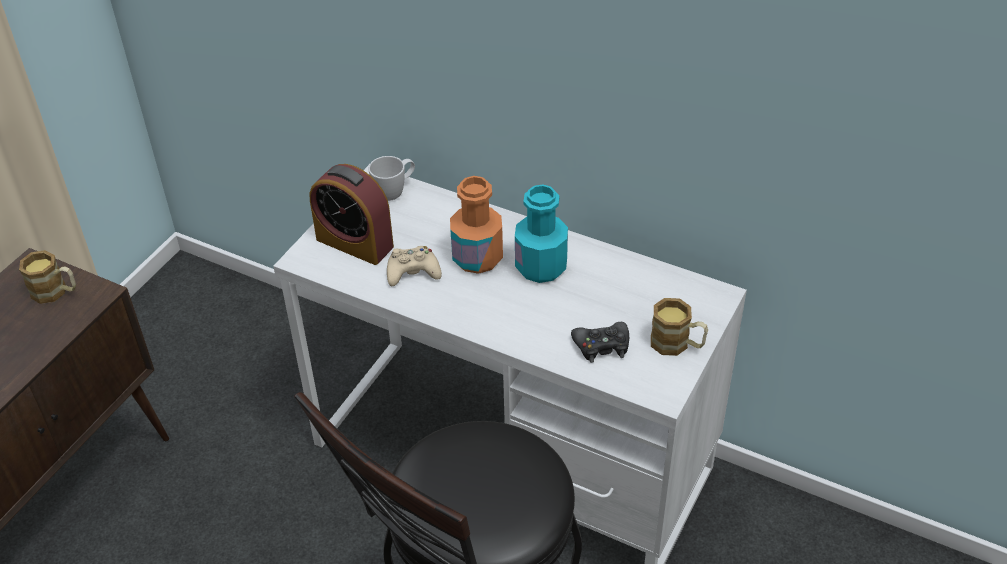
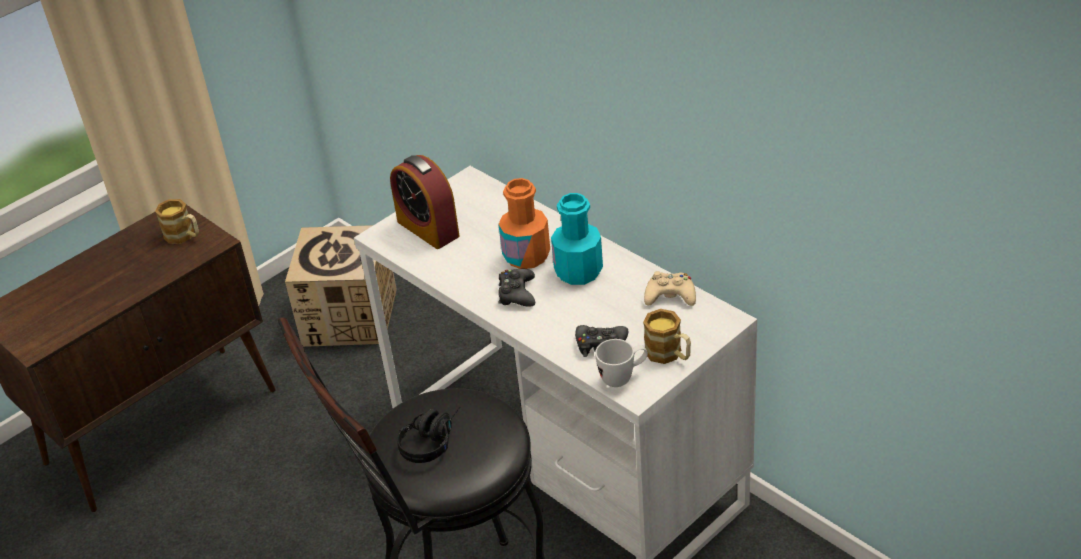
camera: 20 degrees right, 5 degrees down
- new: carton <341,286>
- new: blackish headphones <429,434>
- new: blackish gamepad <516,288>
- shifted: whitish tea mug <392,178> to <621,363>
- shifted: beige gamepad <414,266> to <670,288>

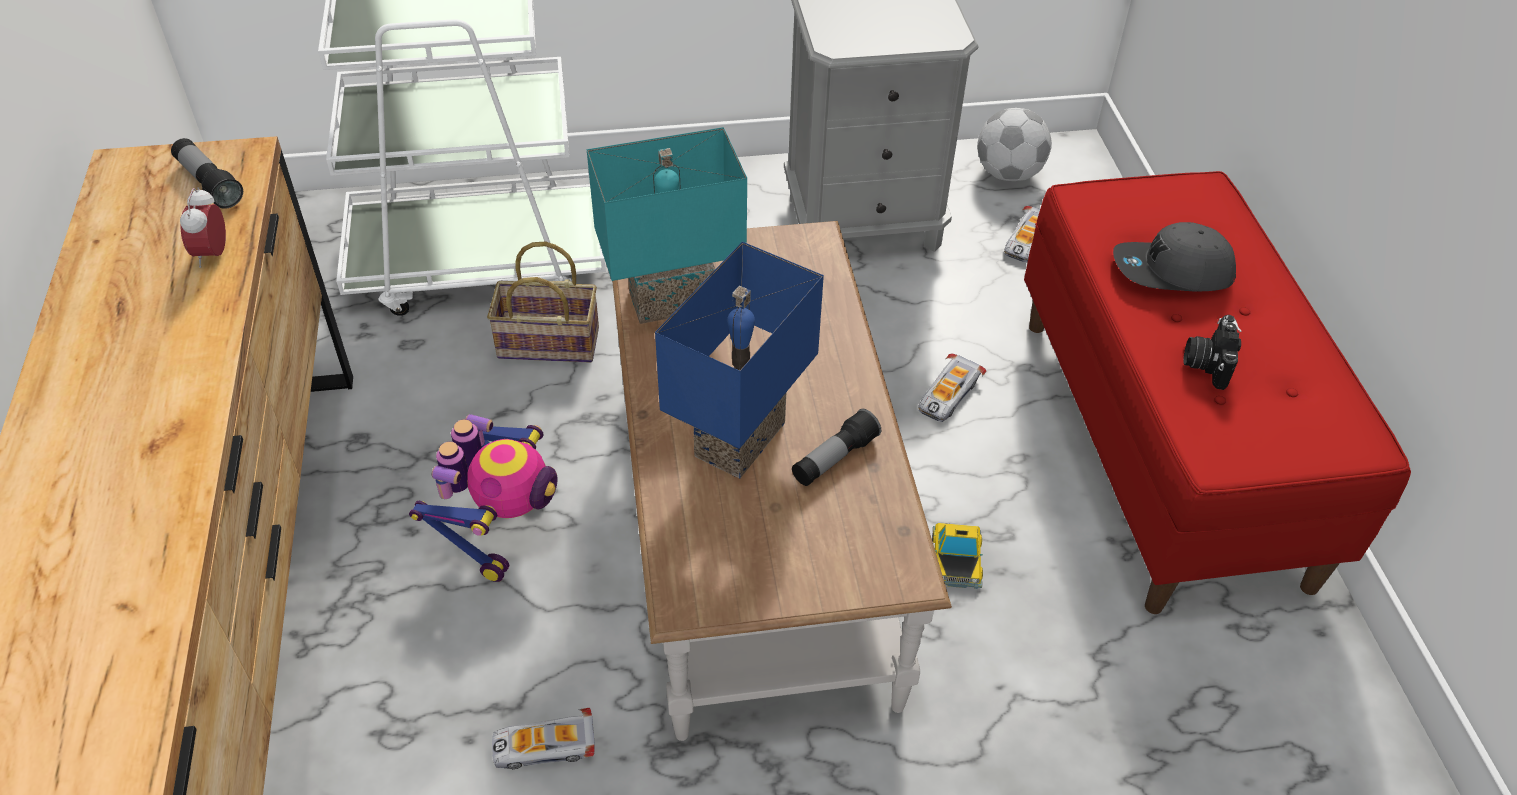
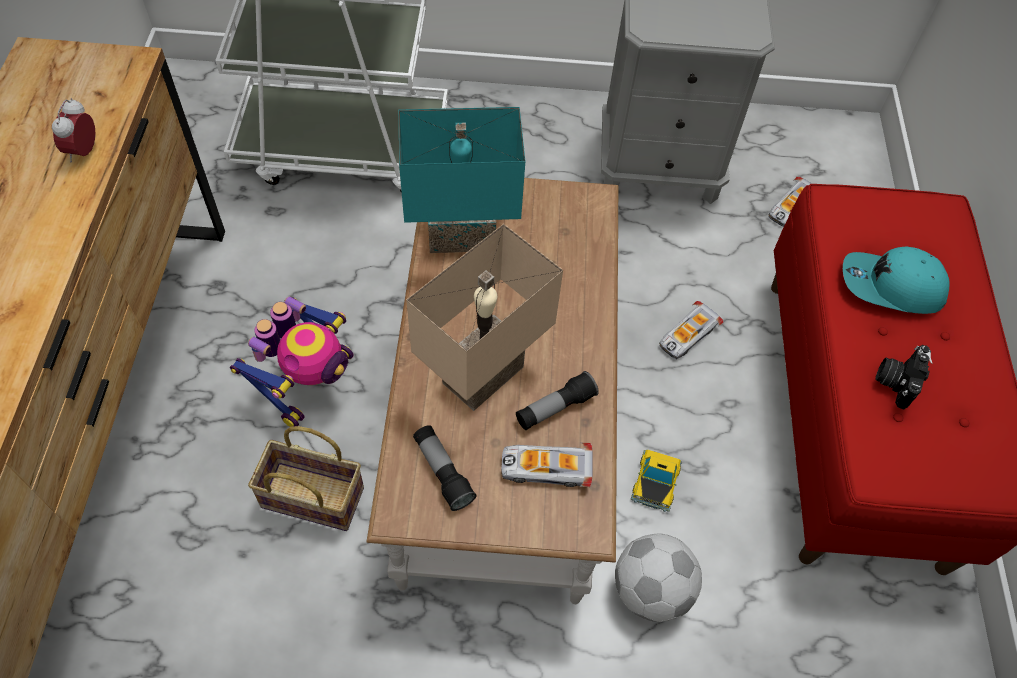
camera: 10 degrees right, 10 degrees up
- shifted: flashlight <207,173> to <445,468>
- shifted: household basket <543,302> to <306,478>
- shifted: toy car <543,738> to <546,465>
- shifted: football ball <1014,144> to <658,578>
- repainted: blue-coloured tabletop lamp <739,360> to beige tabletop lamp <484,317>
- repainted: gray peaked cap <1174,257> to turquoise peaked cap <896,280>

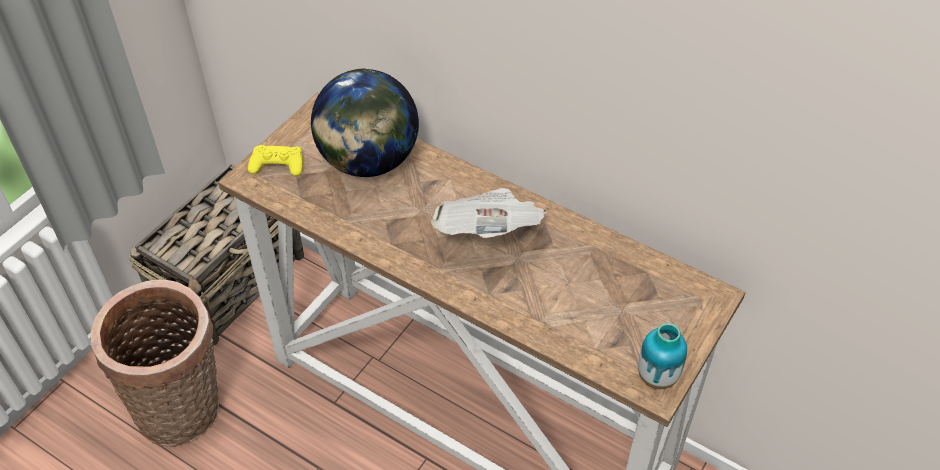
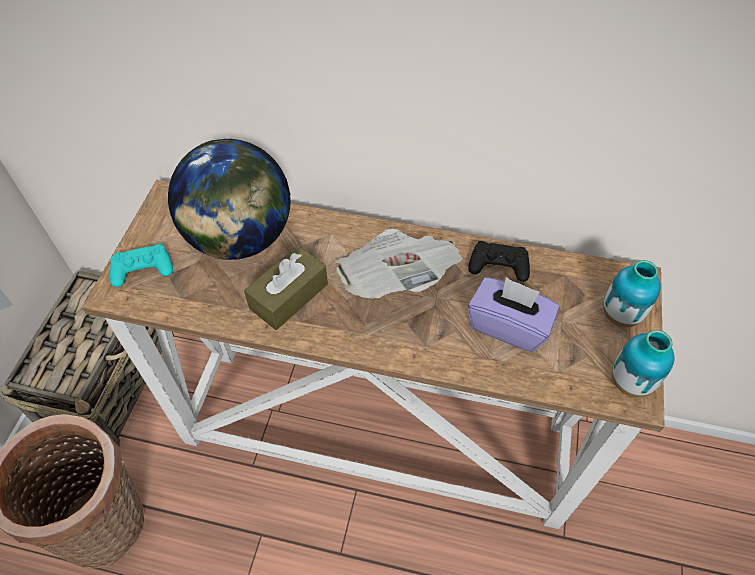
camera: 20 degrees left, 5 degrees up
- new: brownish box of tissues <286,288>
- new: blackish gamepad <499,261>
- new: purplish box of tissues <513,314>
- new: decorative vase <632,293>
- repainted: yellowish gamepad <275,160> to turquoise gamepad <141,265>

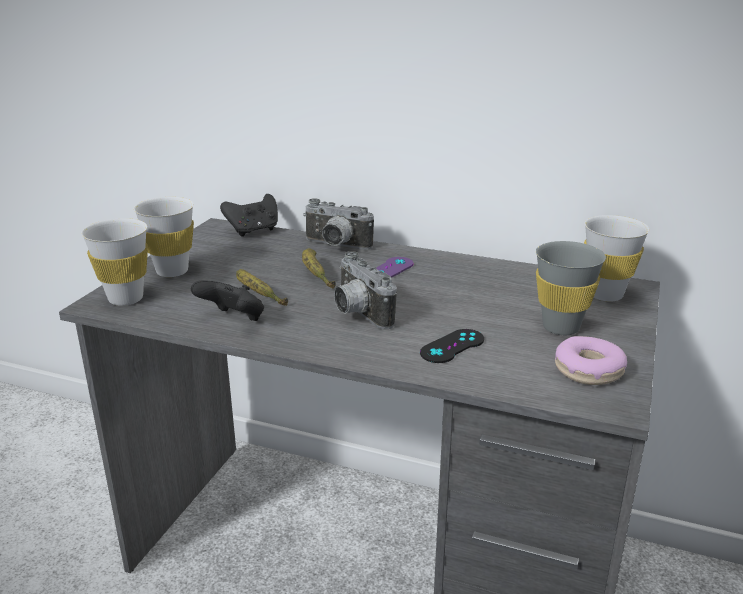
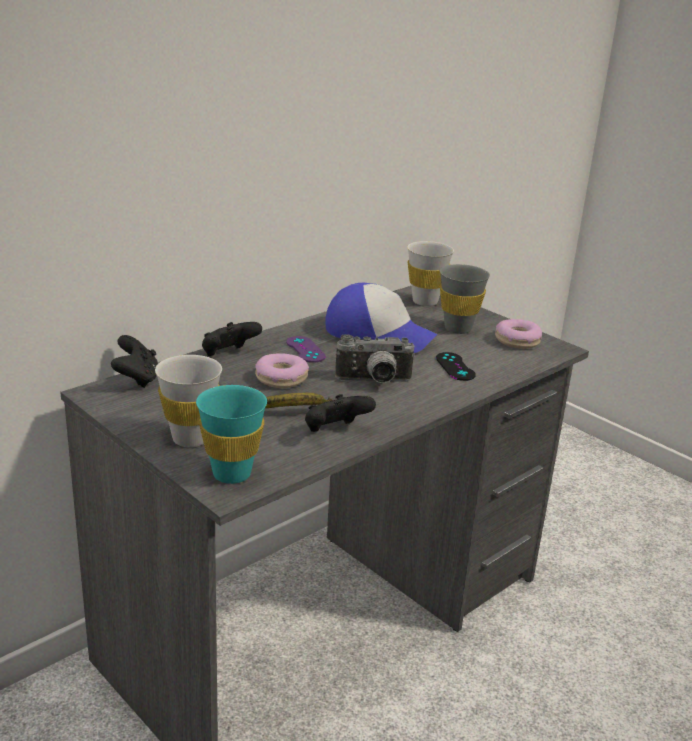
camera: 65 degrees left, 0 degrees up
- new: peaked cap <381,318>
- swapped: banana <319,268> to ring doughnut <282,370>
- swapped: photo camera <338,224> to blackish gamepad <232,339>
- repainted: whitish small cup <114,262> to turquoise small cup <231,434>

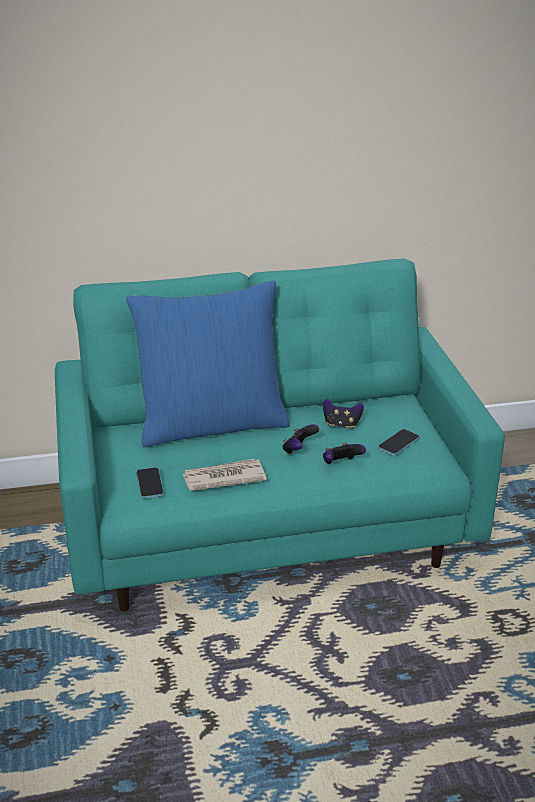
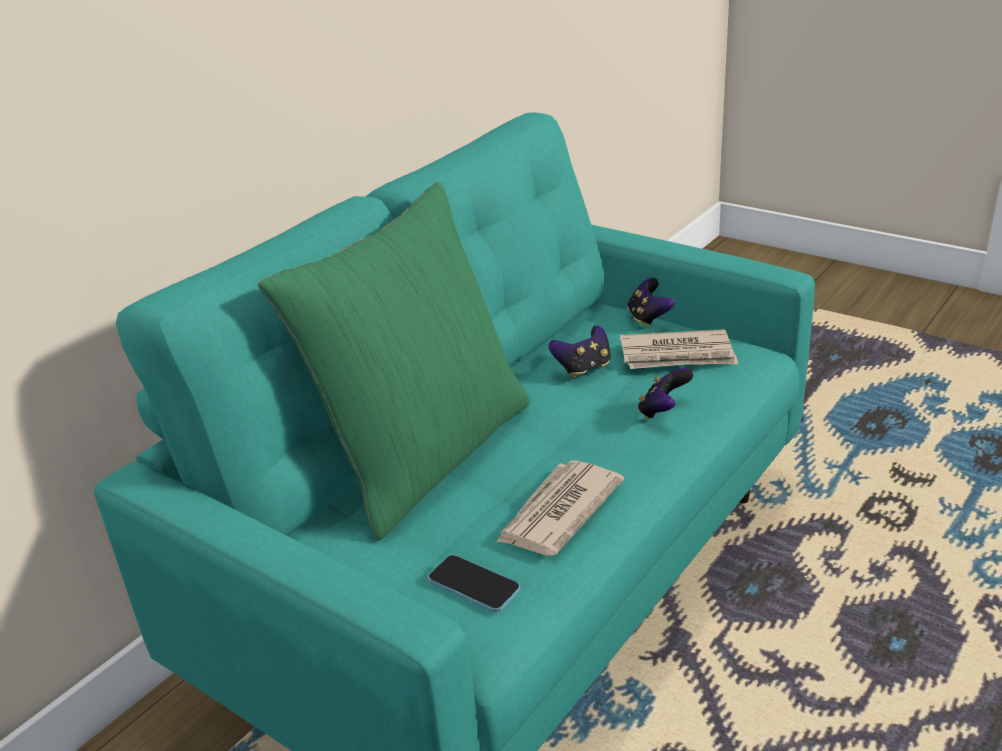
camera: 40 degrees left, 0 degrees up
- shifted: gamepad <300,439> to <650,302>
- swapped: telephone <398,442> to daily paper <679,349>
- repainted: blue-coloured throw pillow <208,363> to greenish throw pillow <394,361>

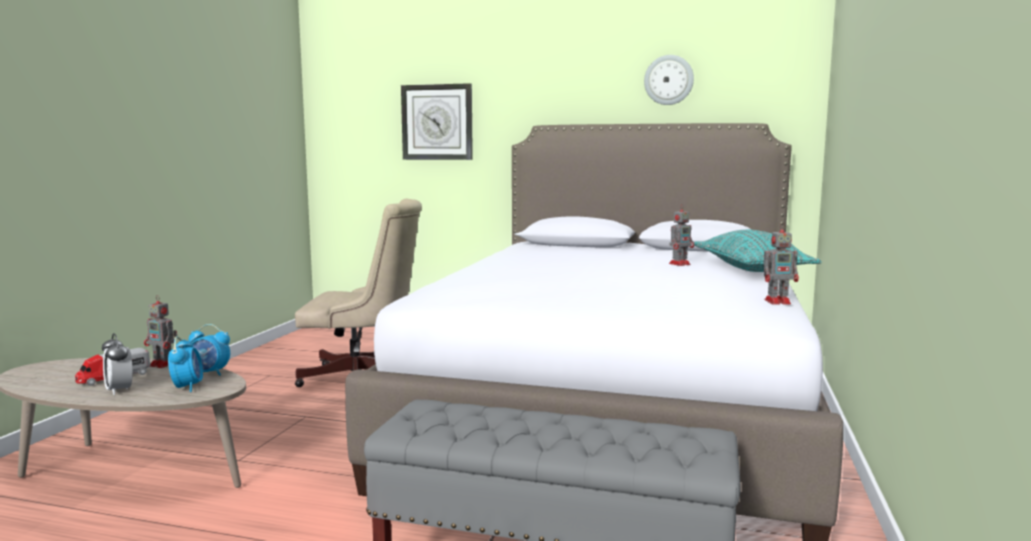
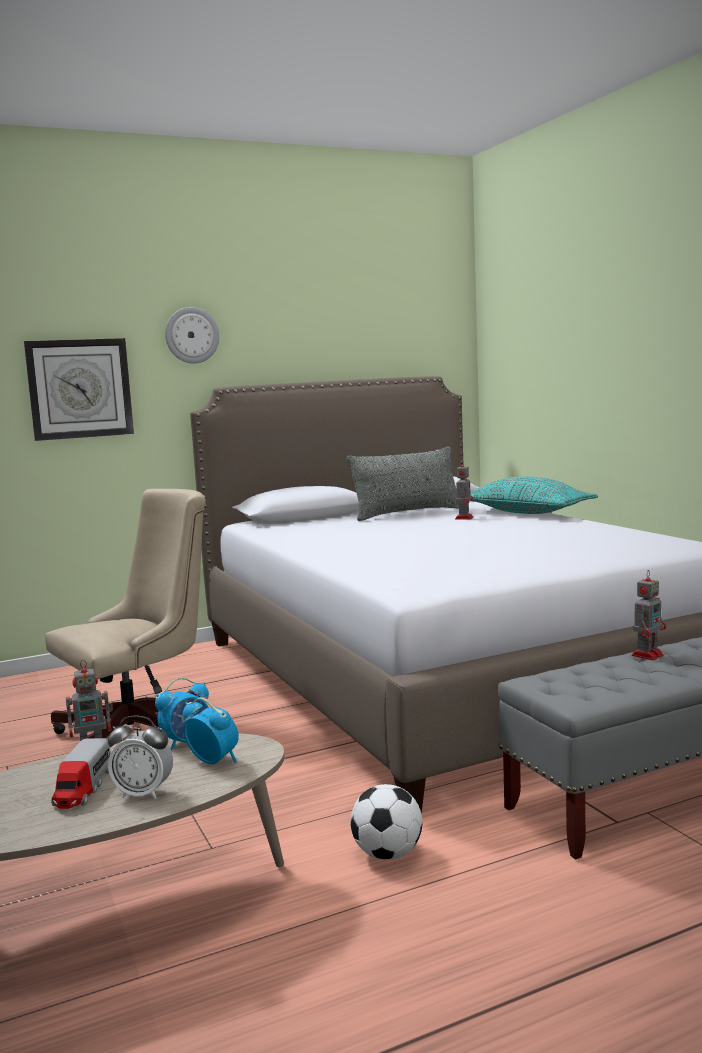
camera: 40 degrees left, 0 degrees up
- new: gray throw pillow <403,484>
- new: football ball <386,822>
- shifted: clock on the wall <669,80> to <192,335>
- shifted: robot figure <781,263> to <649,615>

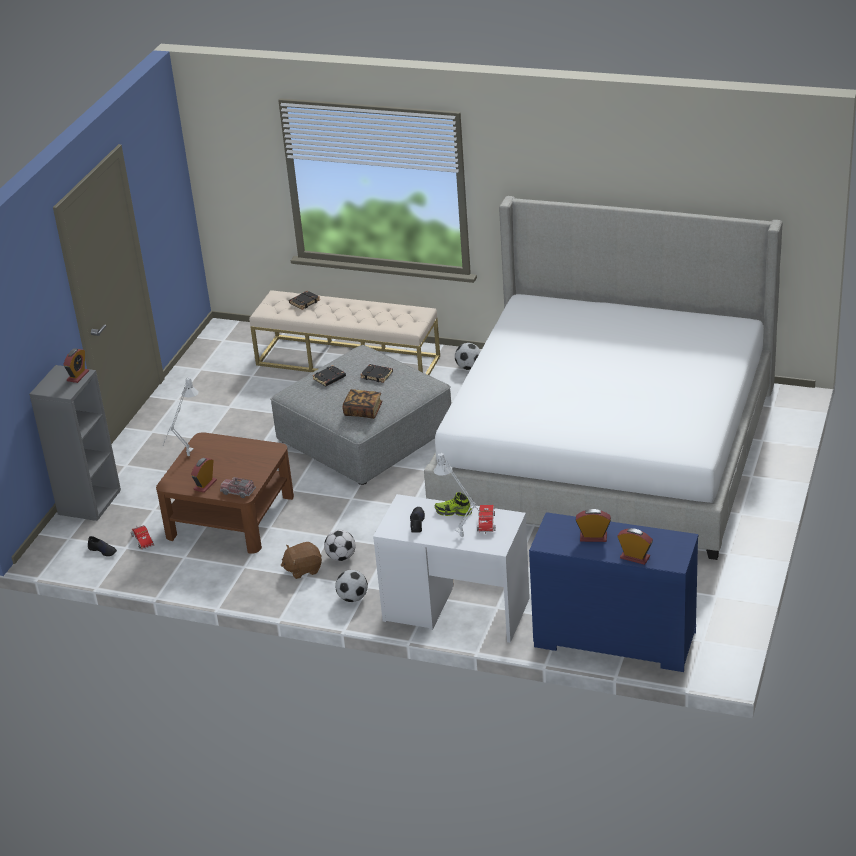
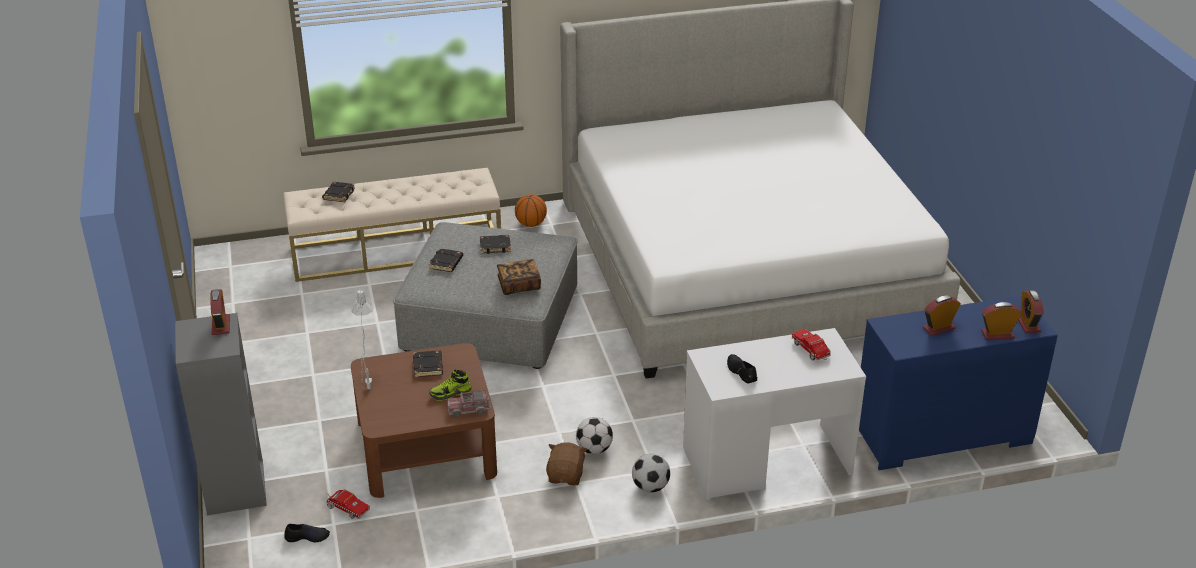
camera: 35 degrees left, 0 degrees up
- gone: gray tabletop lamp <460,495>
- new: blackish book <428,363>
- shifted: bedside clock <204,475> to <1031,311>
- shifted: low shoe <453,504> to <450,385>
- swapped: football ball <468,356> to basketball <531,210>
- rotated: brownish soft toy <301,560> = <566,464> 150 degrees clockwise

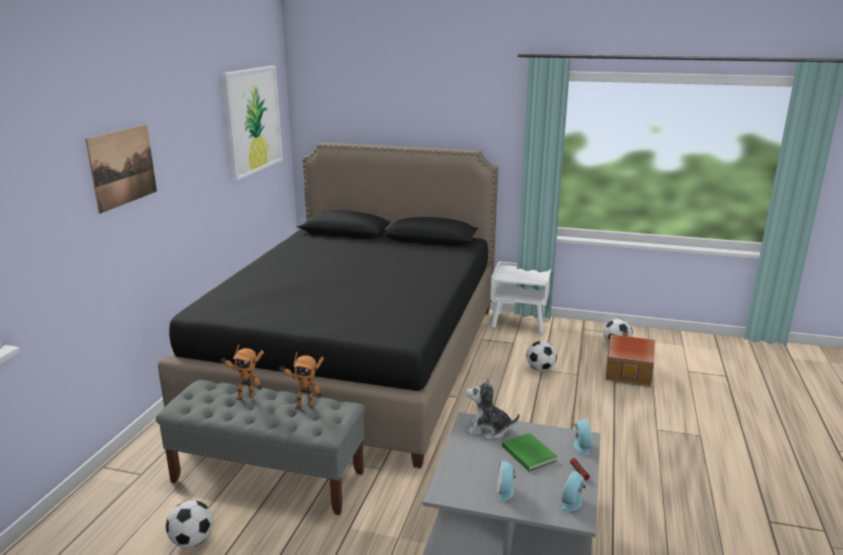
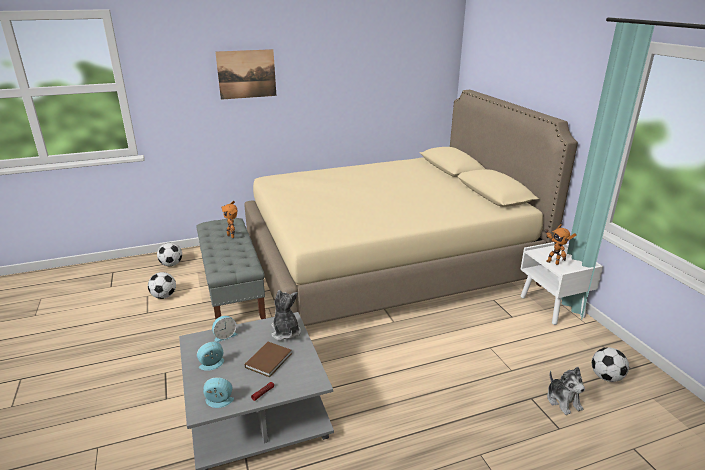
camera: 55 degrees right, 5 degrees up
- gone: wall art <252,123>
- shifted: robot figure <302,380> to <560,244>
- shifted: football ball <542,356> to <169,254>
- shifted: bedside clock <582,437> to <225,329>
- swapped: toy house <630,358> to soft toy <566,391>
- repainted: blackish bed <328,305> to beige bed <411,208>
- repainted: greenish book <529,452> to brownish book <268,359>

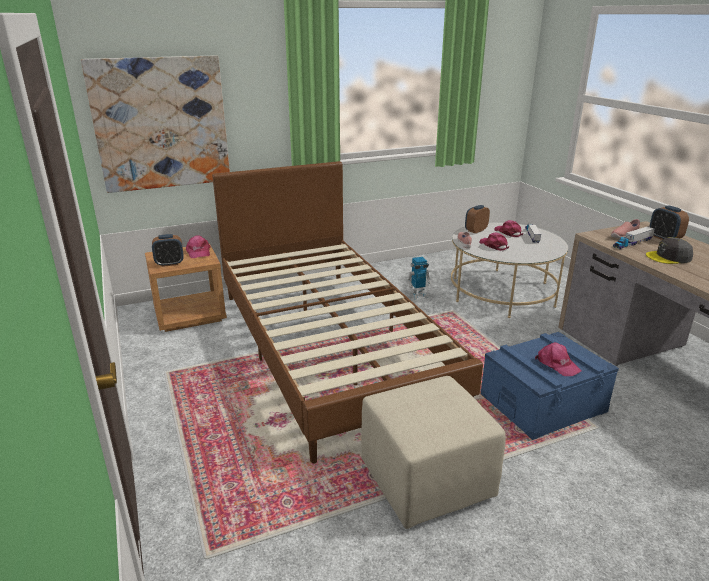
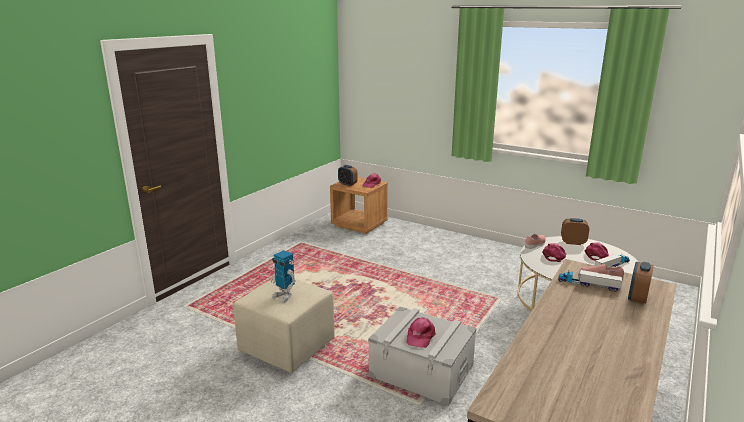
camera: 55 degrees right, 5 degrees down
- gone: wall art <155,124>
- gone: brownish bed <347,312>
- gone: gray peaked cap <669,250>
- shifted: robot figure <419,278> to <283,276>
- repainted: blue-coloured storage box <550,386> to gray storage box <422,356>

